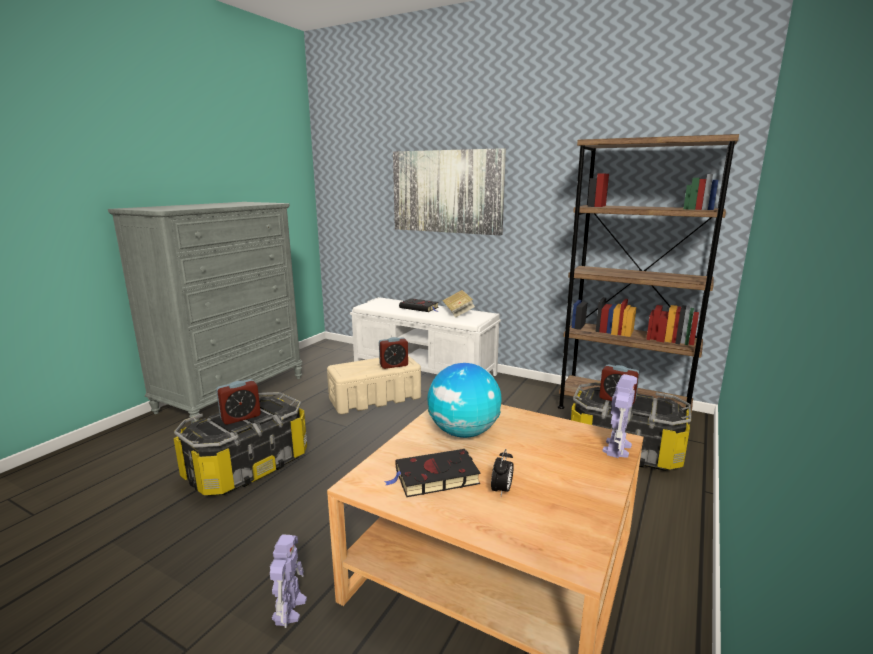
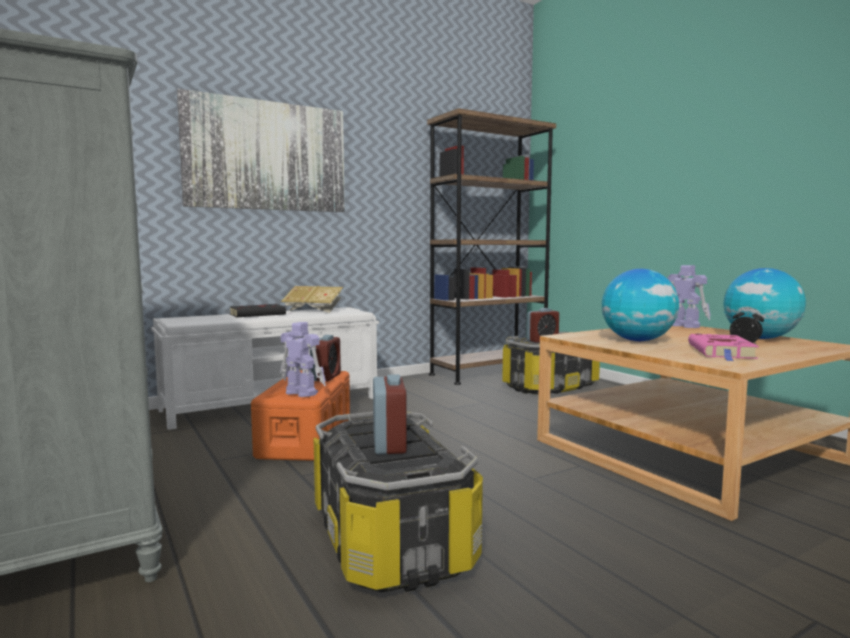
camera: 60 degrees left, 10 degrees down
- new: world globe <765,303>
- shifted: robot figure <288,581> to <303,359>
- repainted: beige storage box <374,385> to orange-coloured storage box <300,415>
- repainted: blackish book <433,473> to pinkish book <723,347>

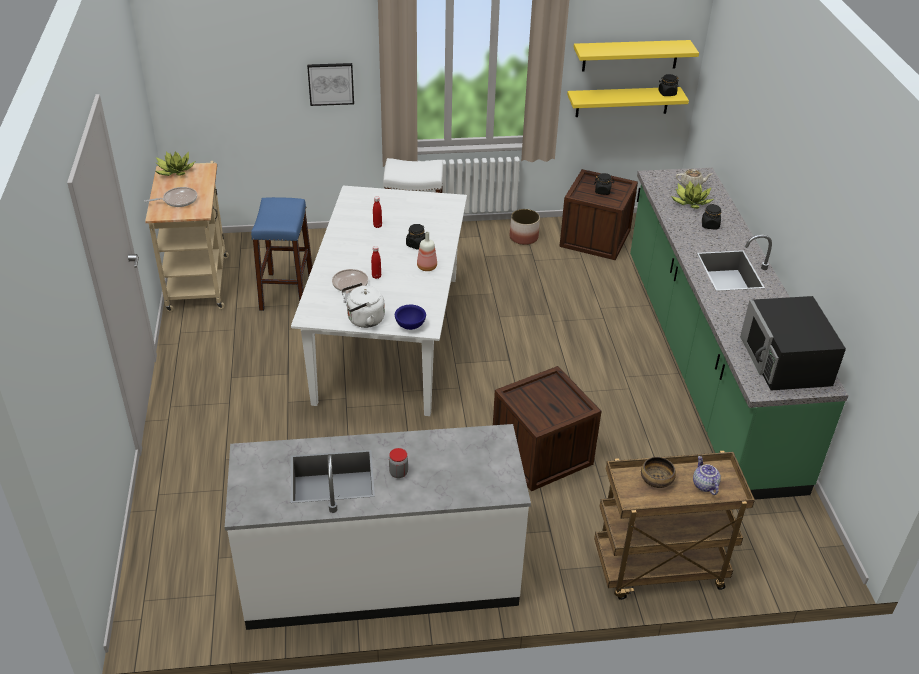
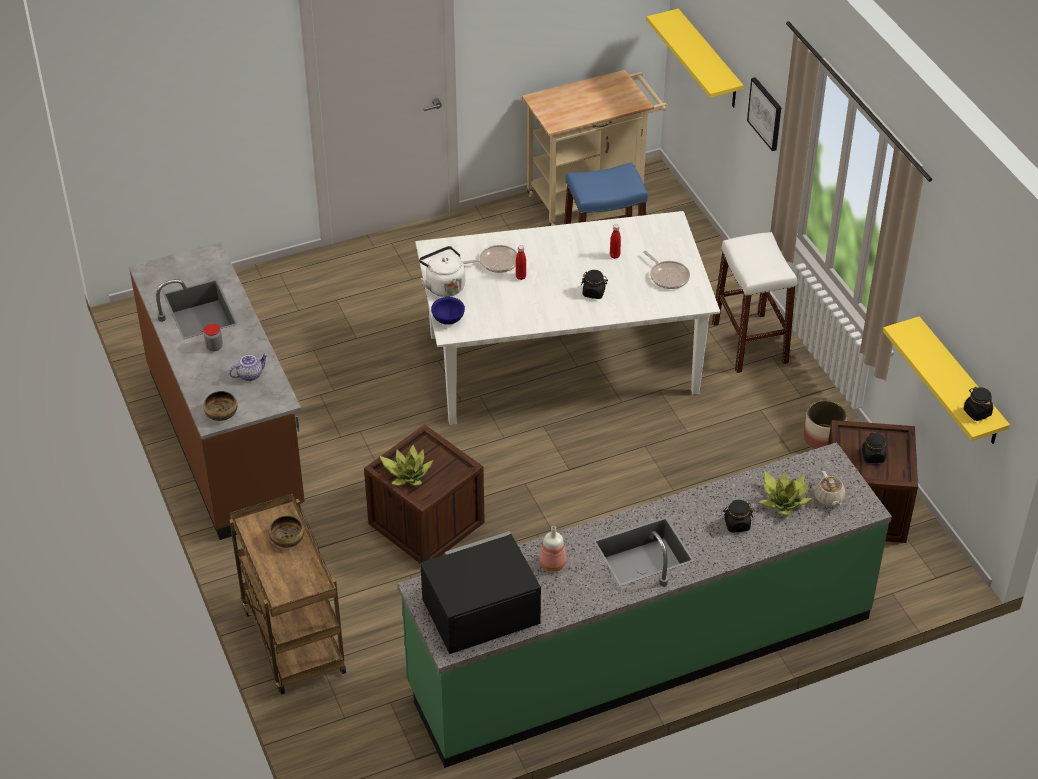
camera: 75 degrees right, 5 degrees up
- new: serving bowl <220,406>
- shifted: skillet <170,197> to <666,270>
- shifted: houseplant <175,163> to <406,465>
- shifted: beverage bottle <427,251> to <552,549>
- shifted: yellowish shelf <636,56> to <695,58>
- shifted: pot for tea <707,475> to <248,367>
- repainted: whitish counter <378,527> to brownish counter <217,391>

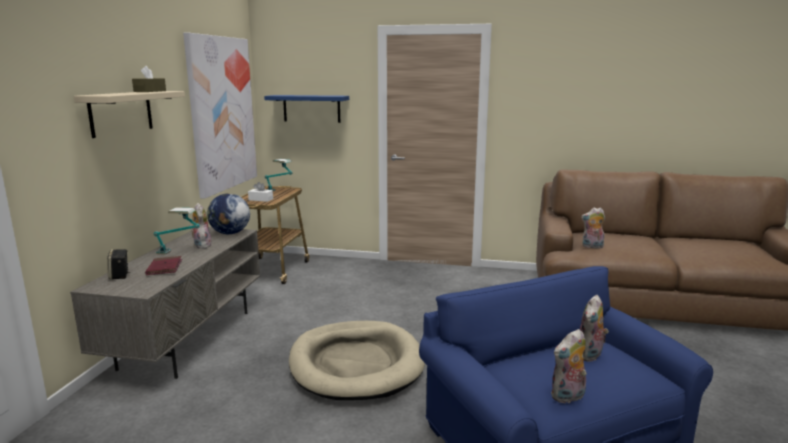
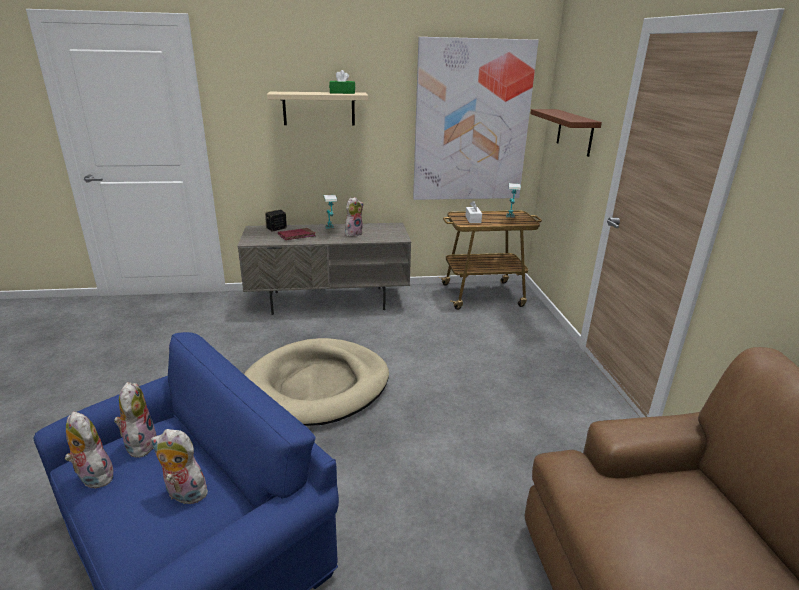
camera: 70 degrees right, 10 degrees up
- gone: world globe <228,213>
- shifted: soft toy <593,227> to <135,420>
- repainted: brownish box of tissues <149,79> to greenish box of tissues <342,82>
- repainted: blue-coloured shelf <306,109> to brownish shelf <566,133>

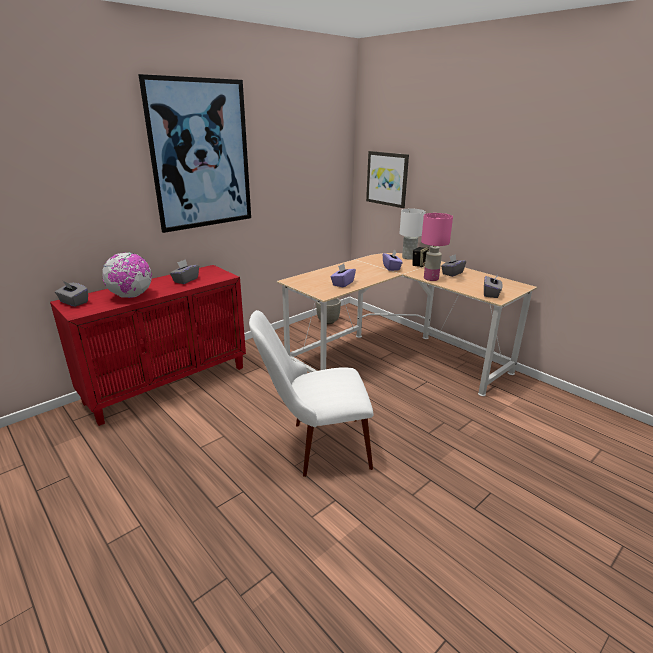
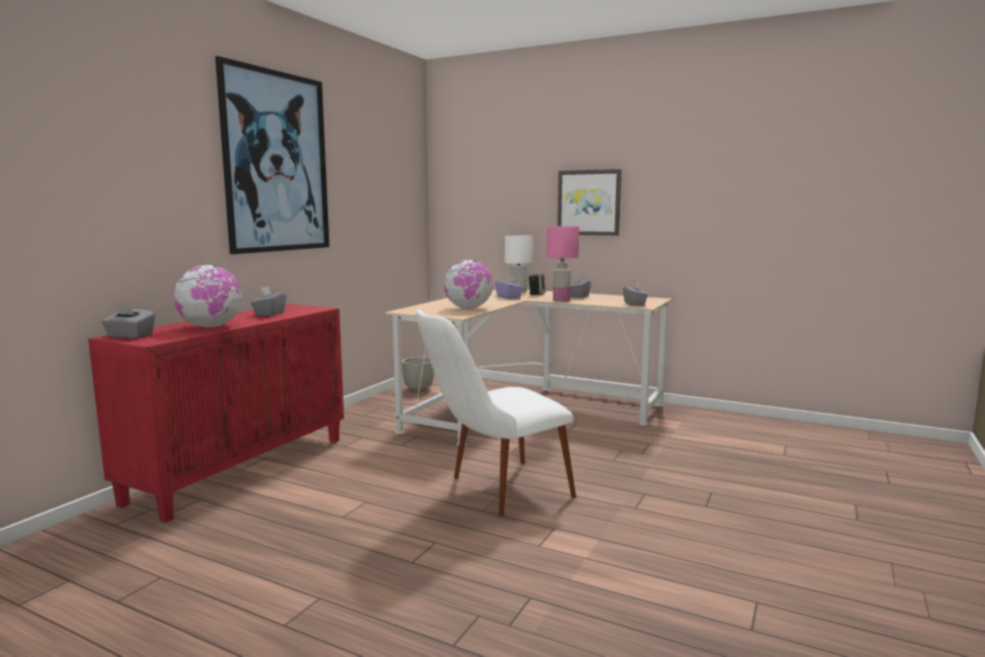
camera: 20 degrees left, 15 degrees down
- shifted: wall art <387,179> to <590,202>
- swapped: purplish box of tissues <343,275> to world globe <468,284>

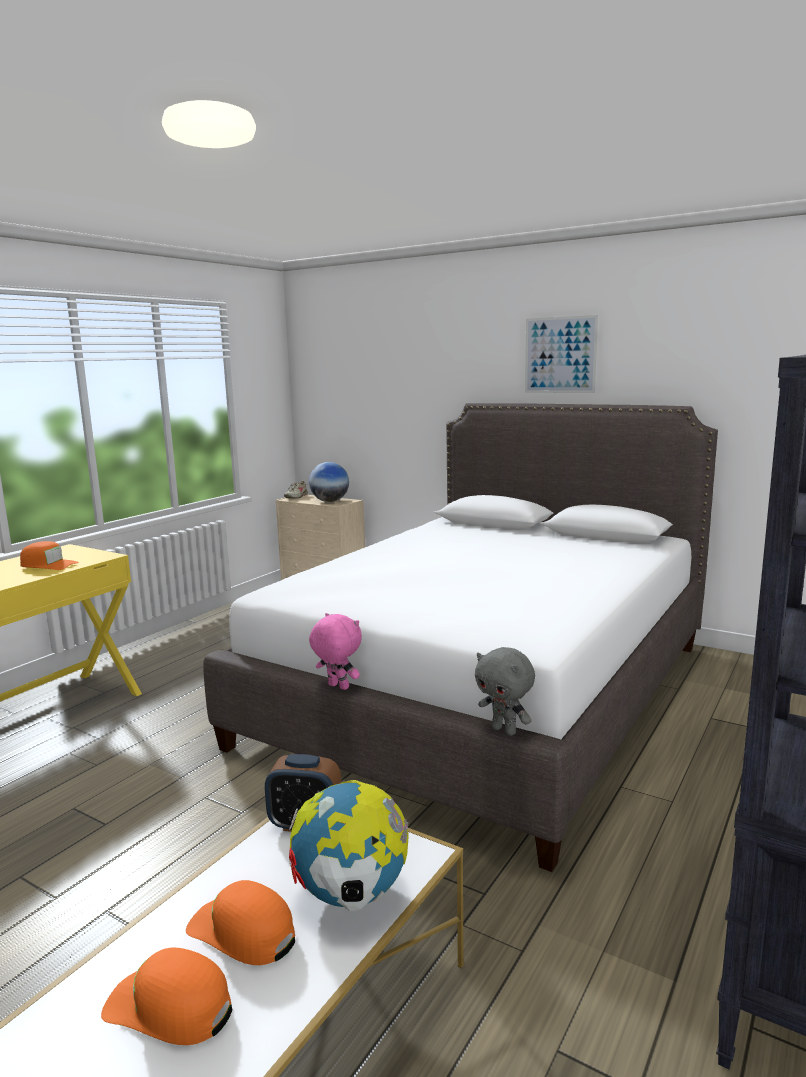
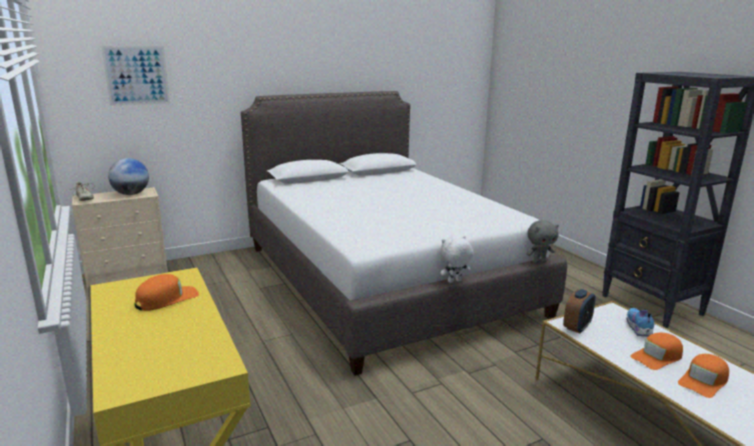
camera: 60 degrees left, 5 degrees up
- shifted: wall art <561,354> to <135,76>
- swapped: world globe <349,846> to low shoe <640,322>
- repainted: pinkish soft toy <335,651> to whitish soft toy <456,259>

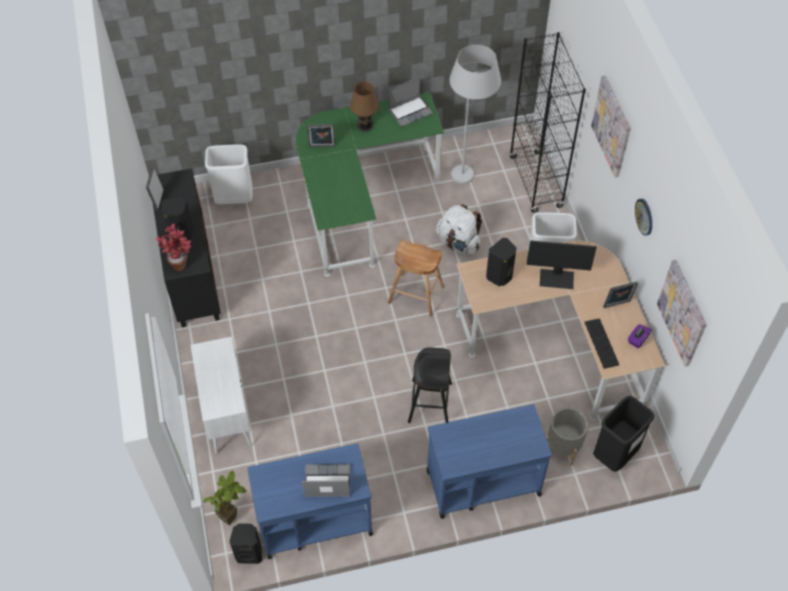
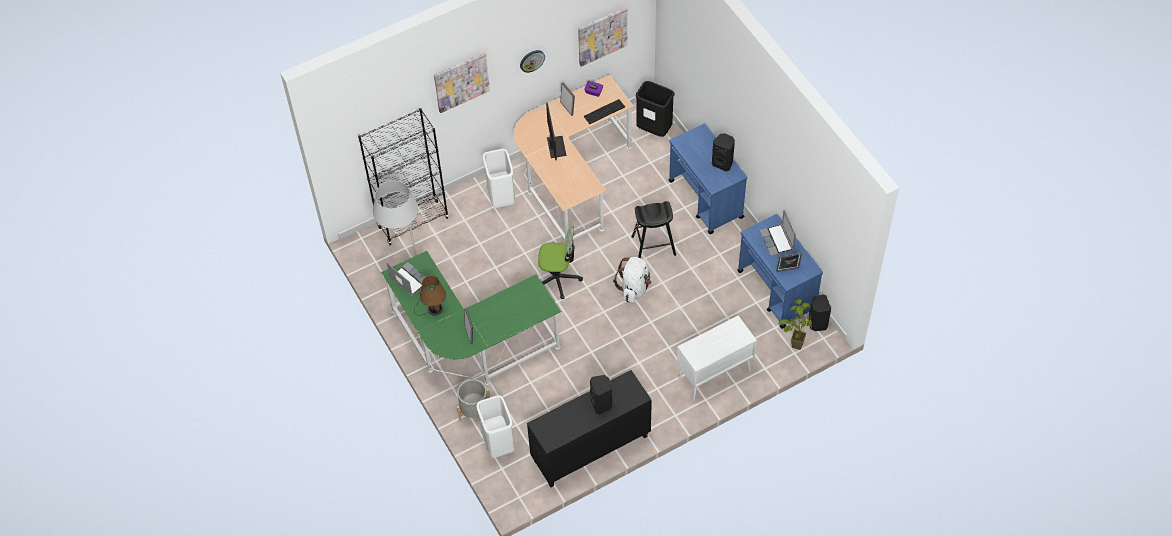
camera: 105 degrees left, 0 degrees up
- gone: houseplant <173,247>
- shifted: standing frame <155,188> to <789,262>
- shifted: whitish rucksack <459,229> to <632,280>
- shifted: blackish audio speaker <501,262> to <723,152>
- shifted: gray flower pot <567,437> to <473,400>
- swapped: brownish stool <416,278> to desk chair <560,263>

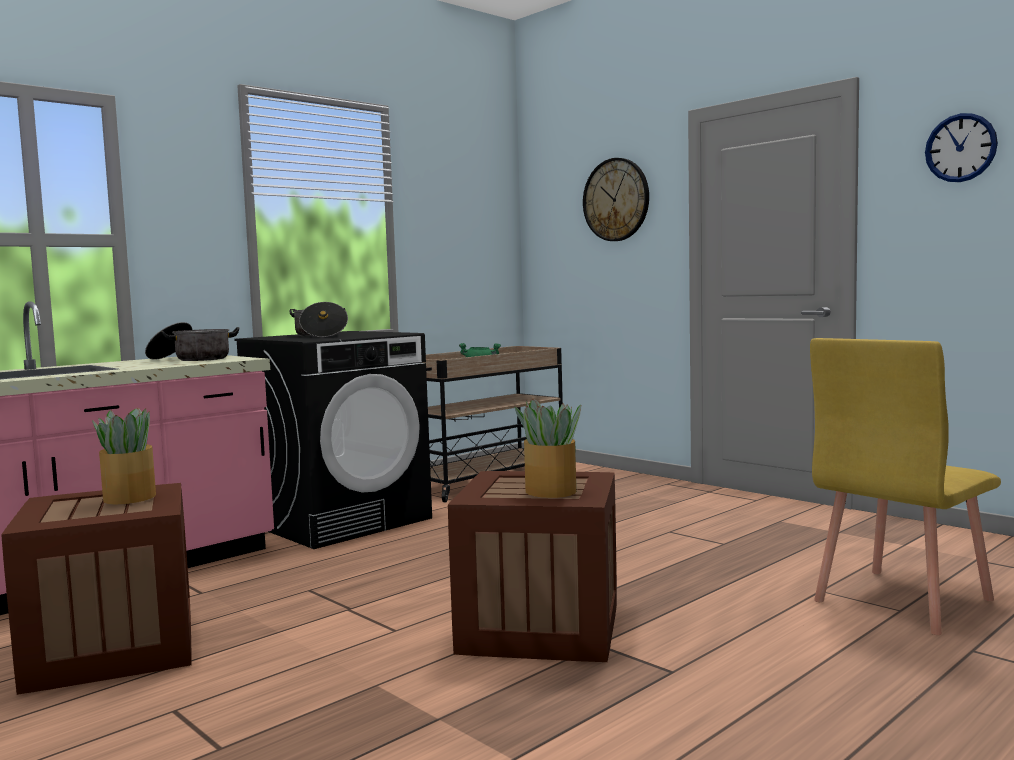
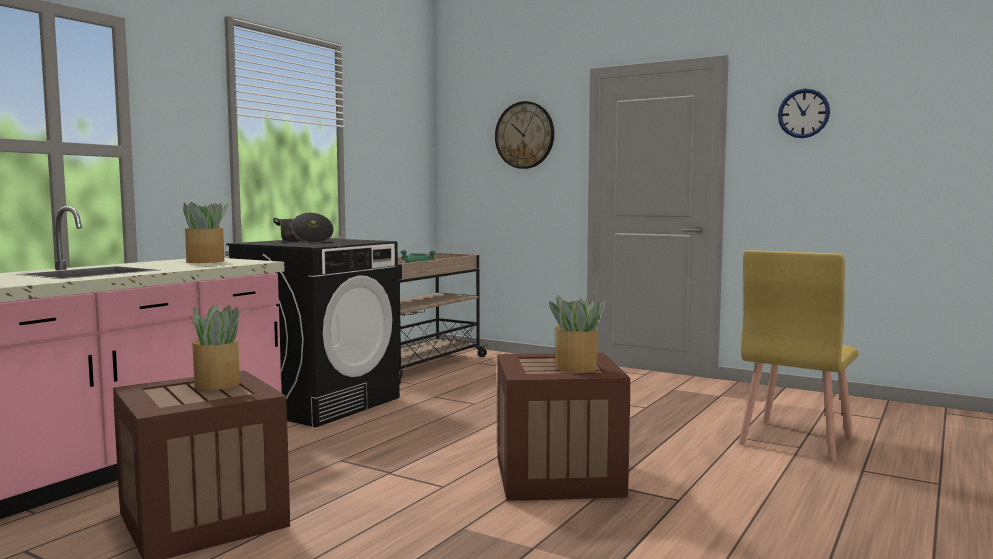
camera: 15 degrees left, 0 degrees up
- swapped: stockpot <192,341> to houseplant <205,232>

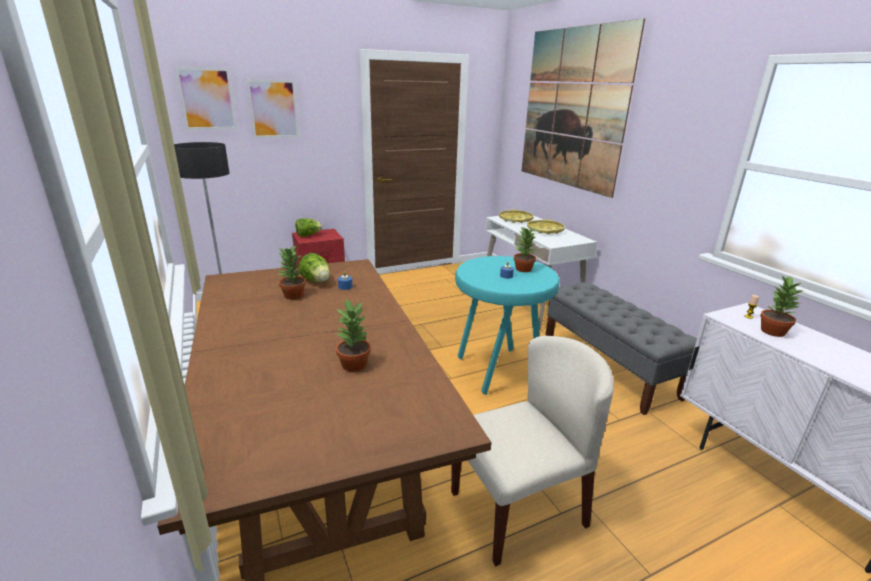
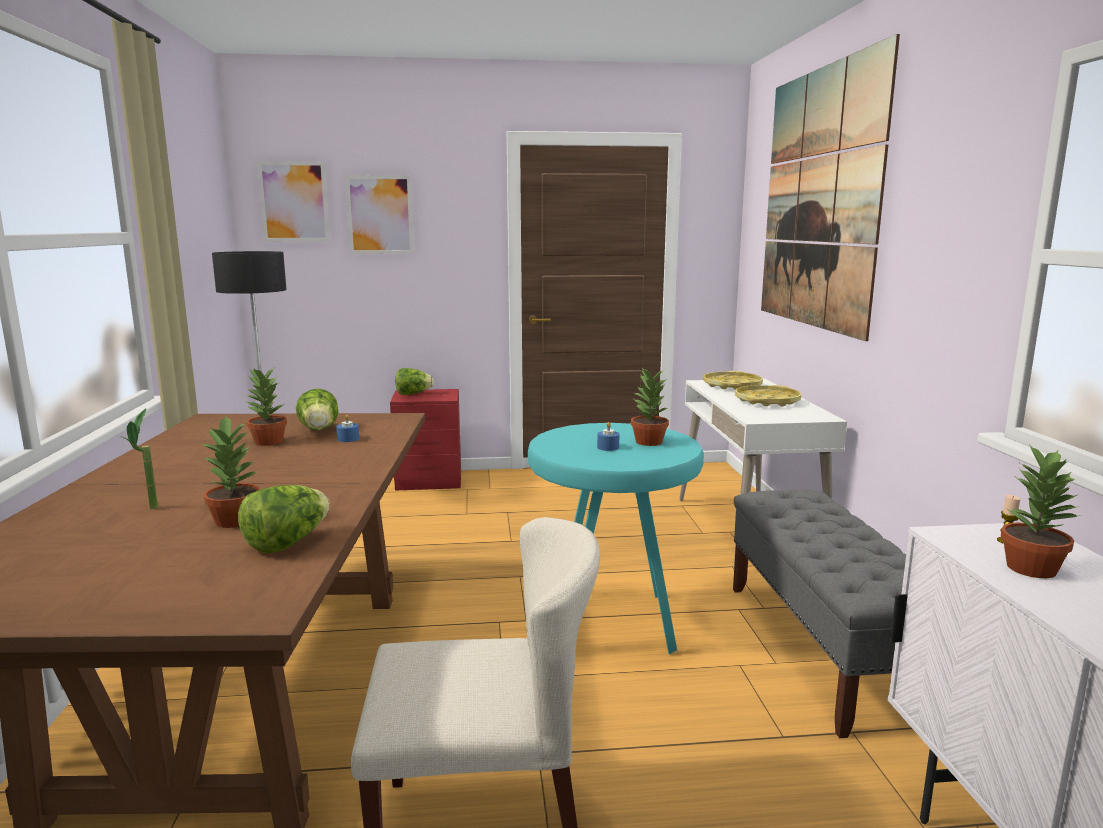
camera: 20 degrees right, 10 degrees down
- new: houseplant <138,458>
- new: lettuce <284,519>

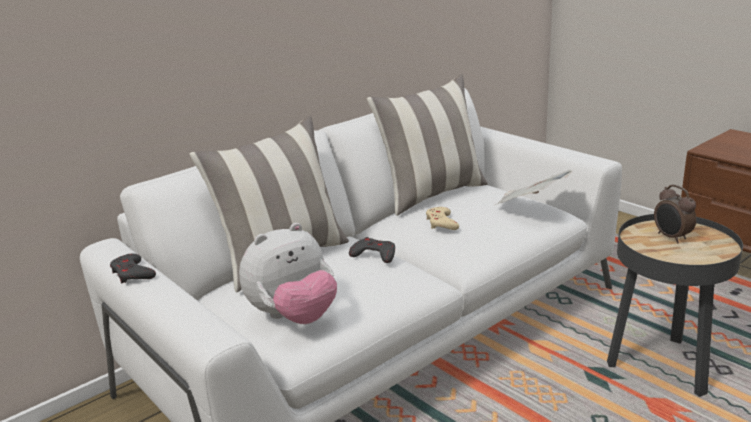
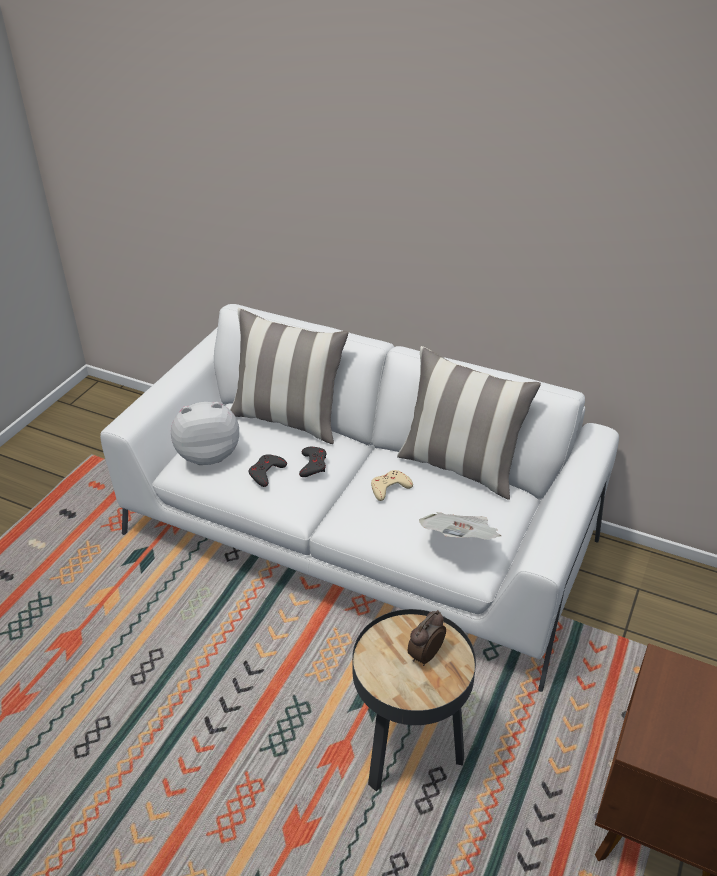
camera: 65 degrees right, 15 degrees up
- shifted: gray gamepad <133,269> to <267,470>
- rotated: soft toy <288,273> = <205,433> 135 degrees clockwise

